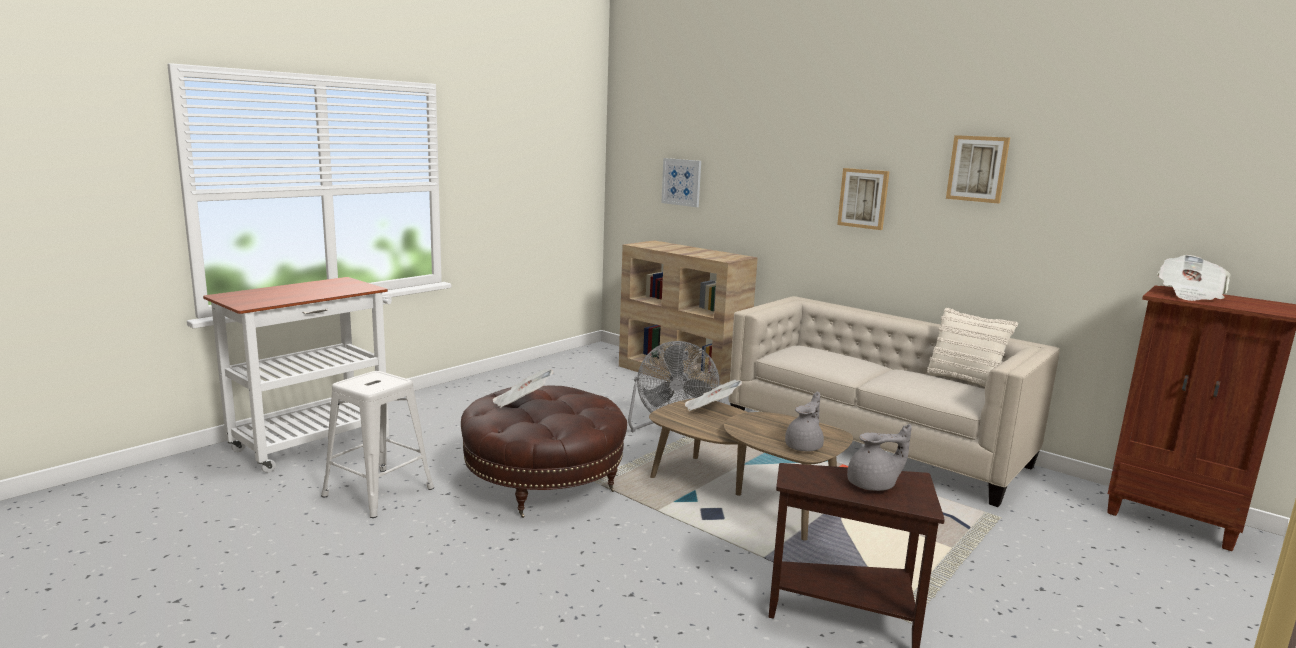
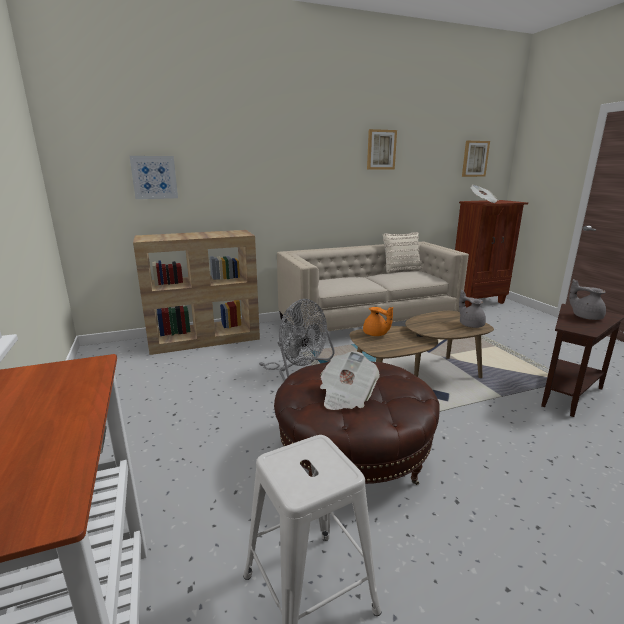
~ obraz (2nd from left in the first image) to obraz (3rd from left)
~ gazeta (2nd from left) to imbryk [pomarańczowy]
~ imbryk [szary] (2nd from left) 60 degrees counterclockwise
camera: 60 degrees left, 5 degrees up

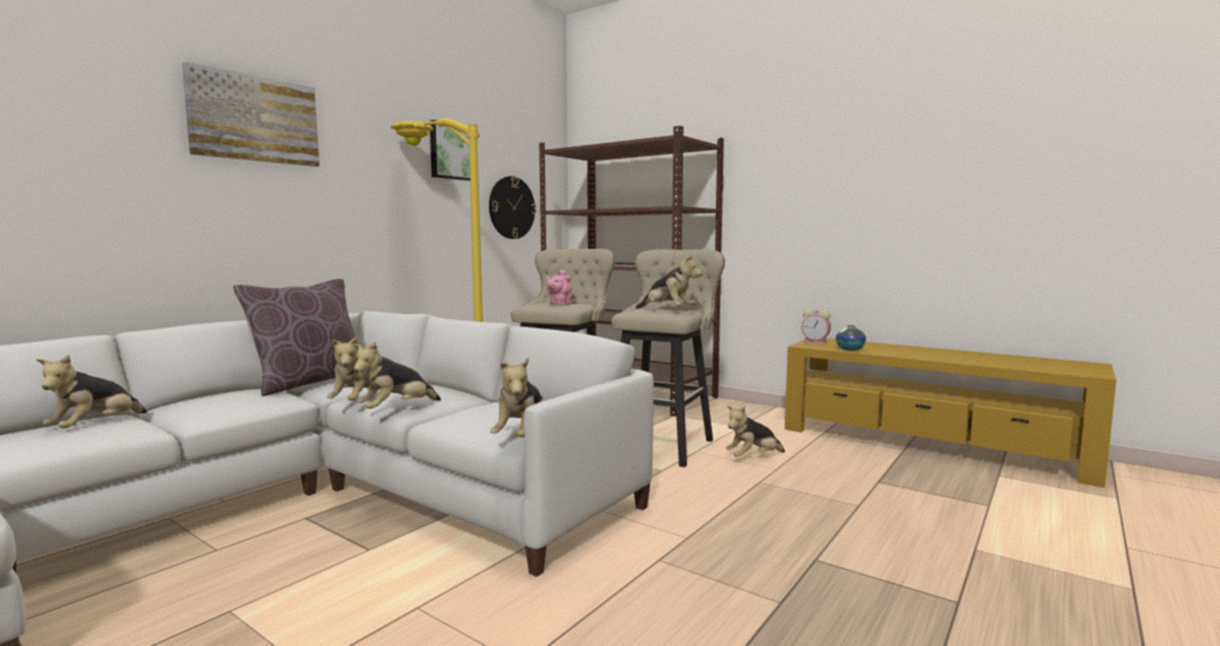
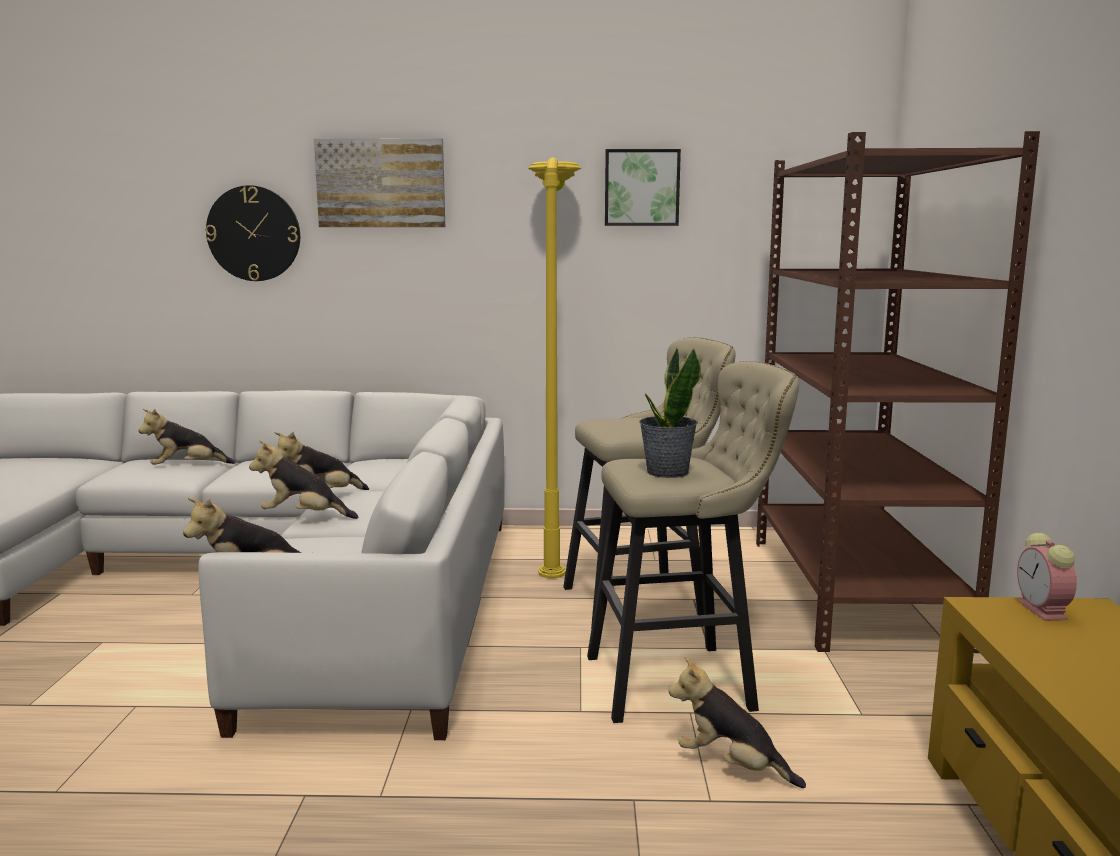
- poduszka [brązowy]
- imbryk [różowy]
- wazon
~ zegar ścienny
~ pluszak (5th from left) to roślina doniczkowa
camera: 55 degrees right, 5 degrees up

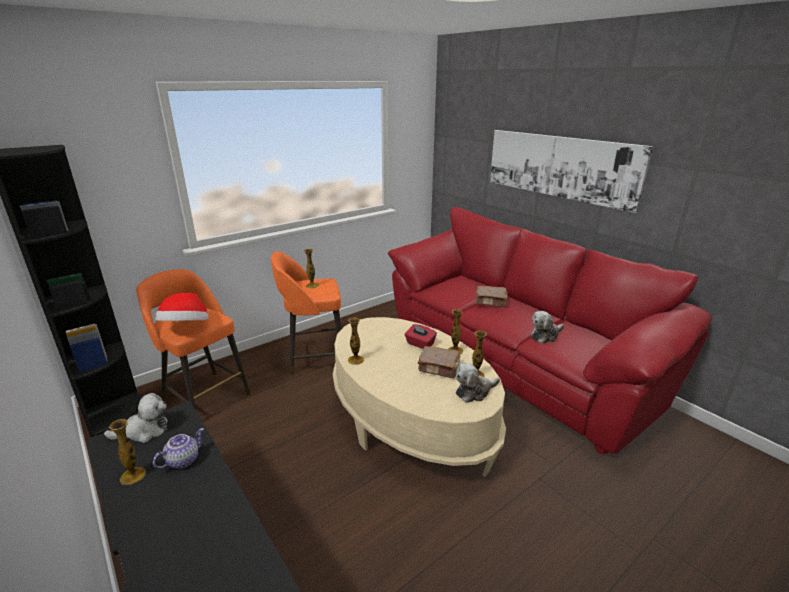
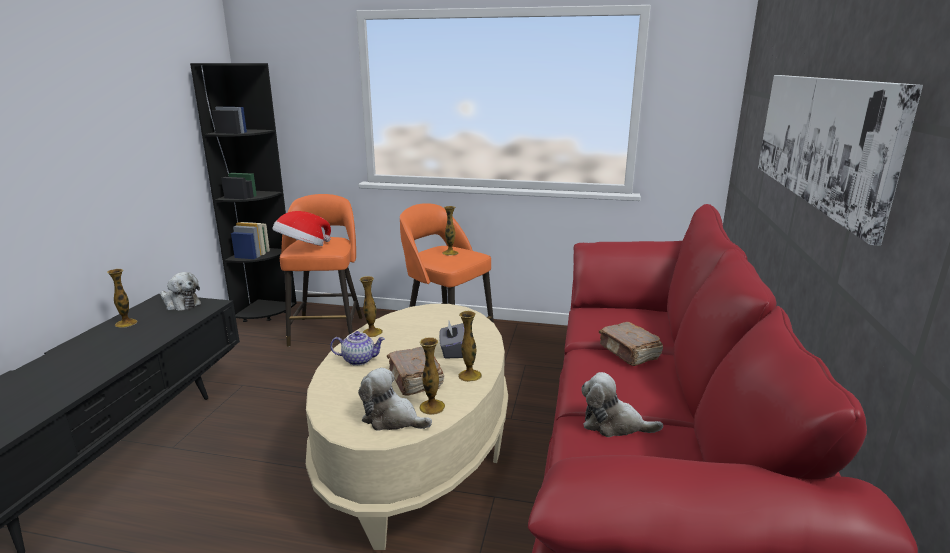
~ imbryk
~ pudełko chusteczek [czerwony] to pudełko chusteczek [szary]
camera: 50 degrees right, 5 degrees down

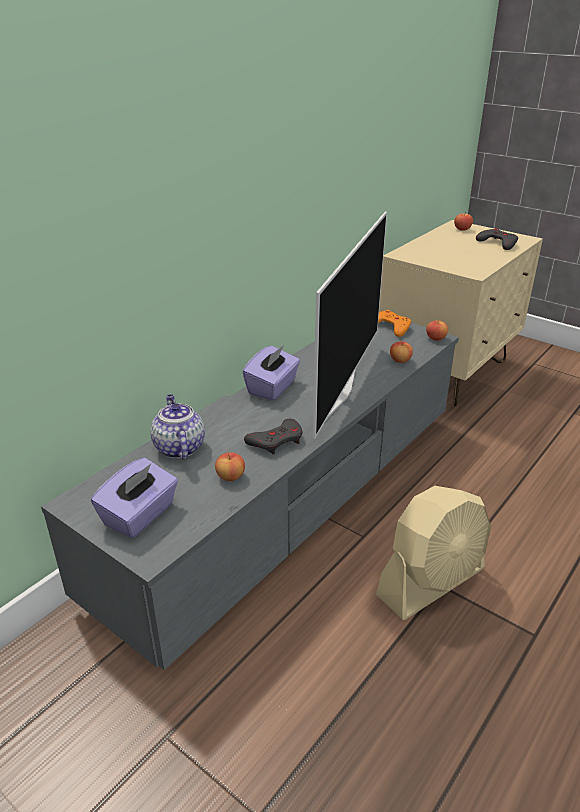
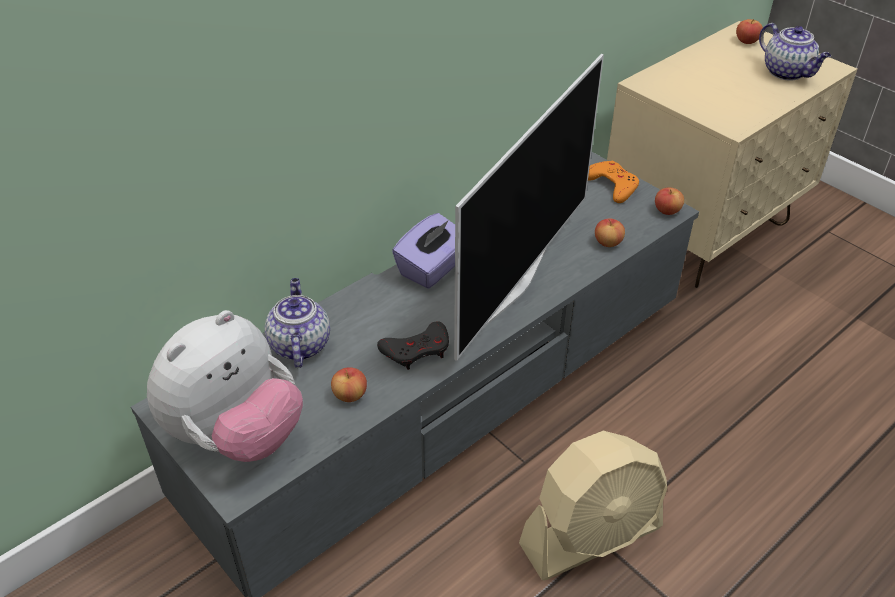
~ pudełko chusteczek [fioletowy] (1st from left) to pluszak
~ pad do gier [szary] (2nd from left) to imbryk (2nd from left)
camera: 10 degrees right, 10 degrees up

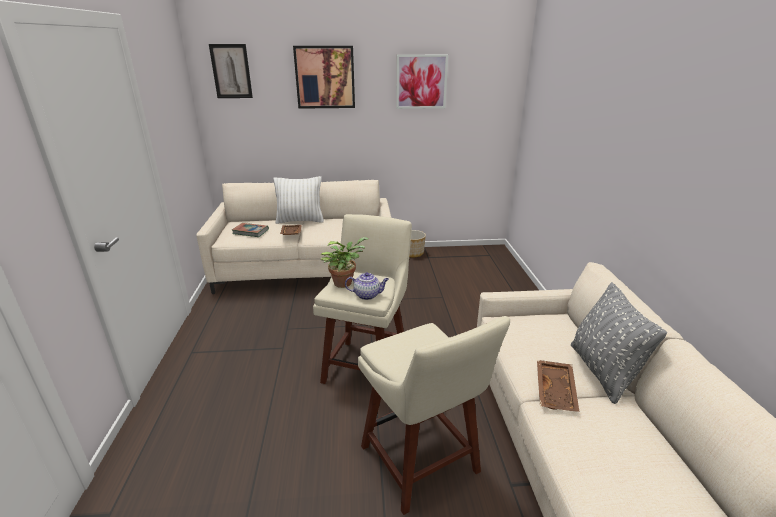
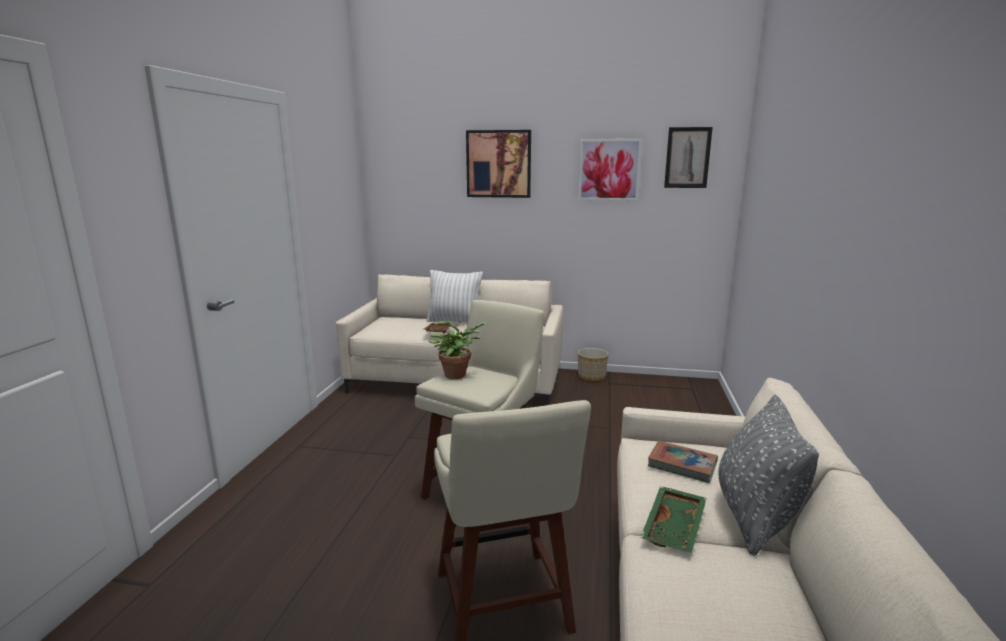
- imbryk
~ obraz (1st from left in the first image) to obraz (3rd from left)
~ książka
~ taca [brązowy] (2nd from left) to taca [zielony]
camera: 15 degrees right, 10 degrees down

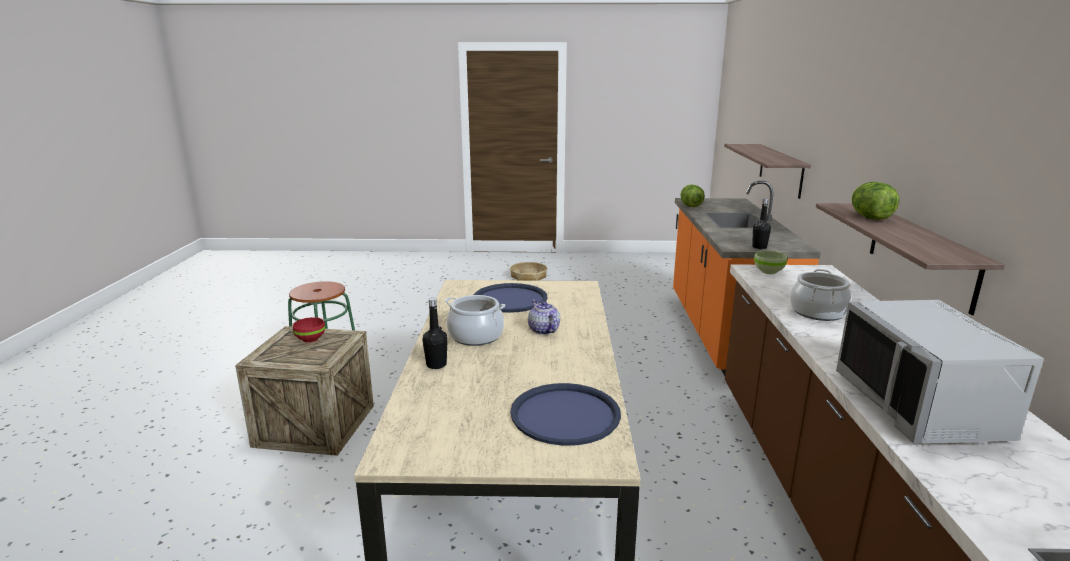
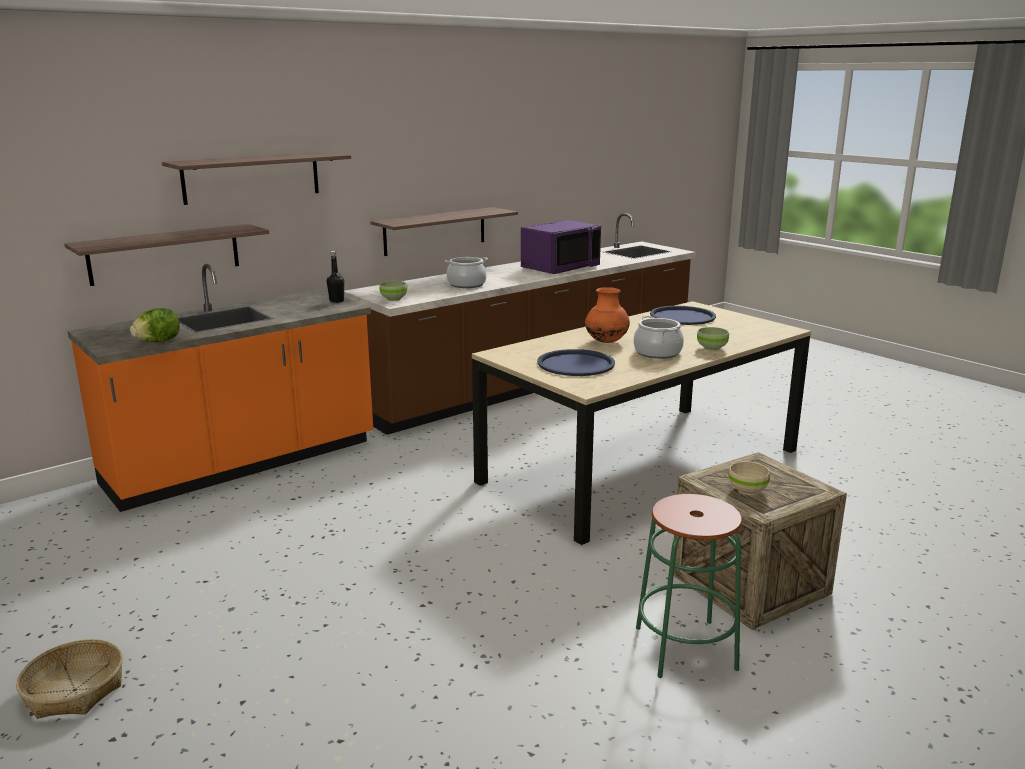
- sałata (2nd from left)
+ półka (2nd from left)
~ butelka [czarny] (1st from left) to miska [zielony] (2nd from left)
~ imbryk to wazon [pomarańczowy]
~ miska [czerwony] to miska [beżowy]
~ mikrofalówka [szary] to mikrofalówka [fioletowy]
camera: 130 degrees left, 0 degrees up

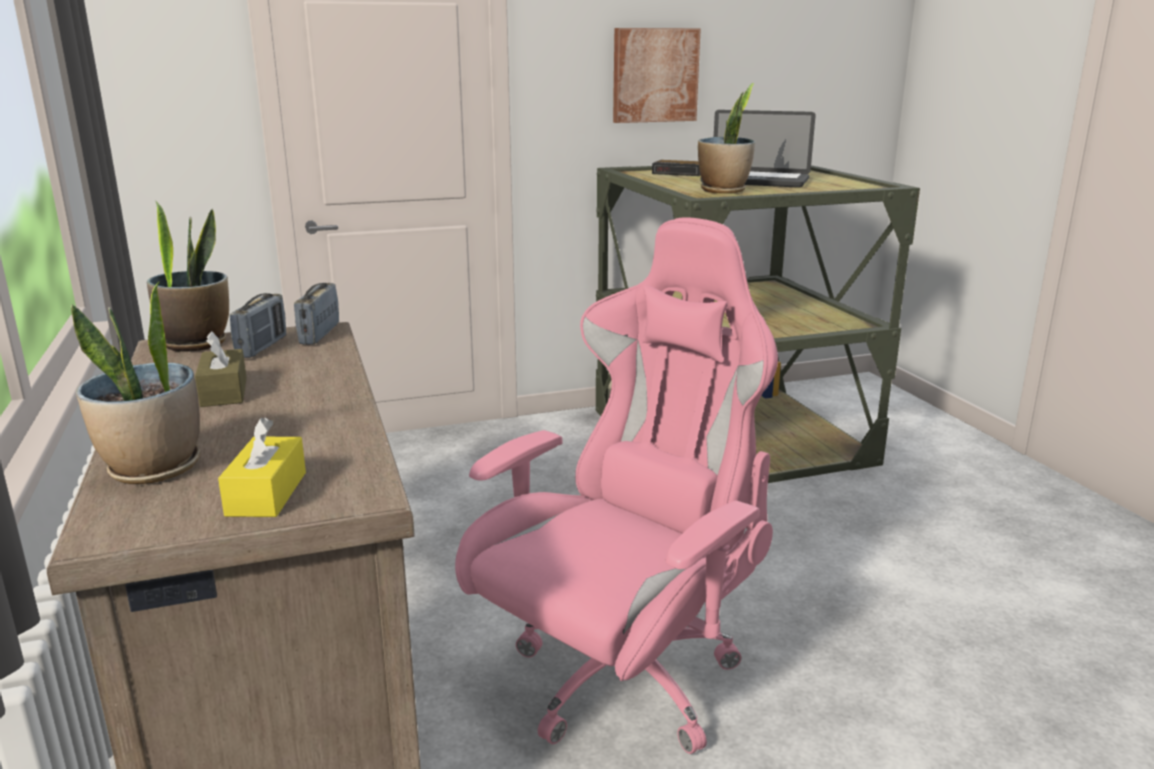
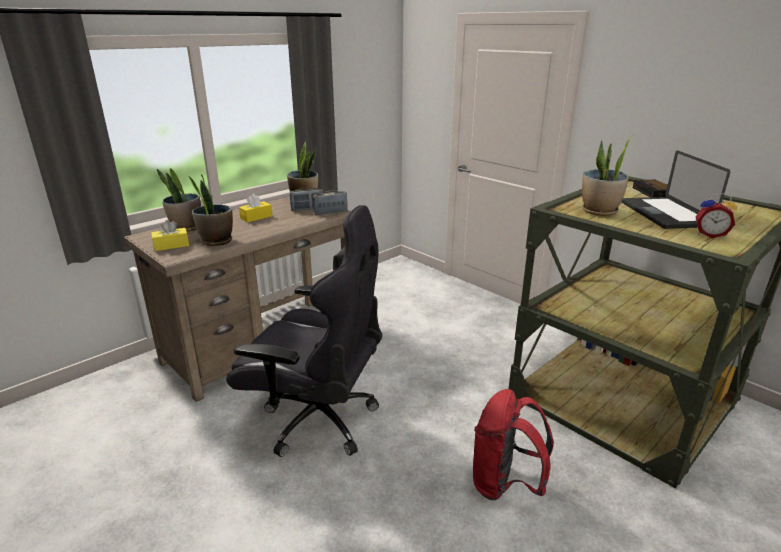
- obraz
+ roślina doniczkowa (2nd from left)
+ plecak [czerwony]
+ budzik (2nd from left)
~ pudełko chusteczek [brązowy] to pudełko chusteczek [żółty] (2nd from left)
~ krzesło biurowe [różowy] to krzesło biurowe [czarny]
camera: 65 degrees right, 5 degrees up

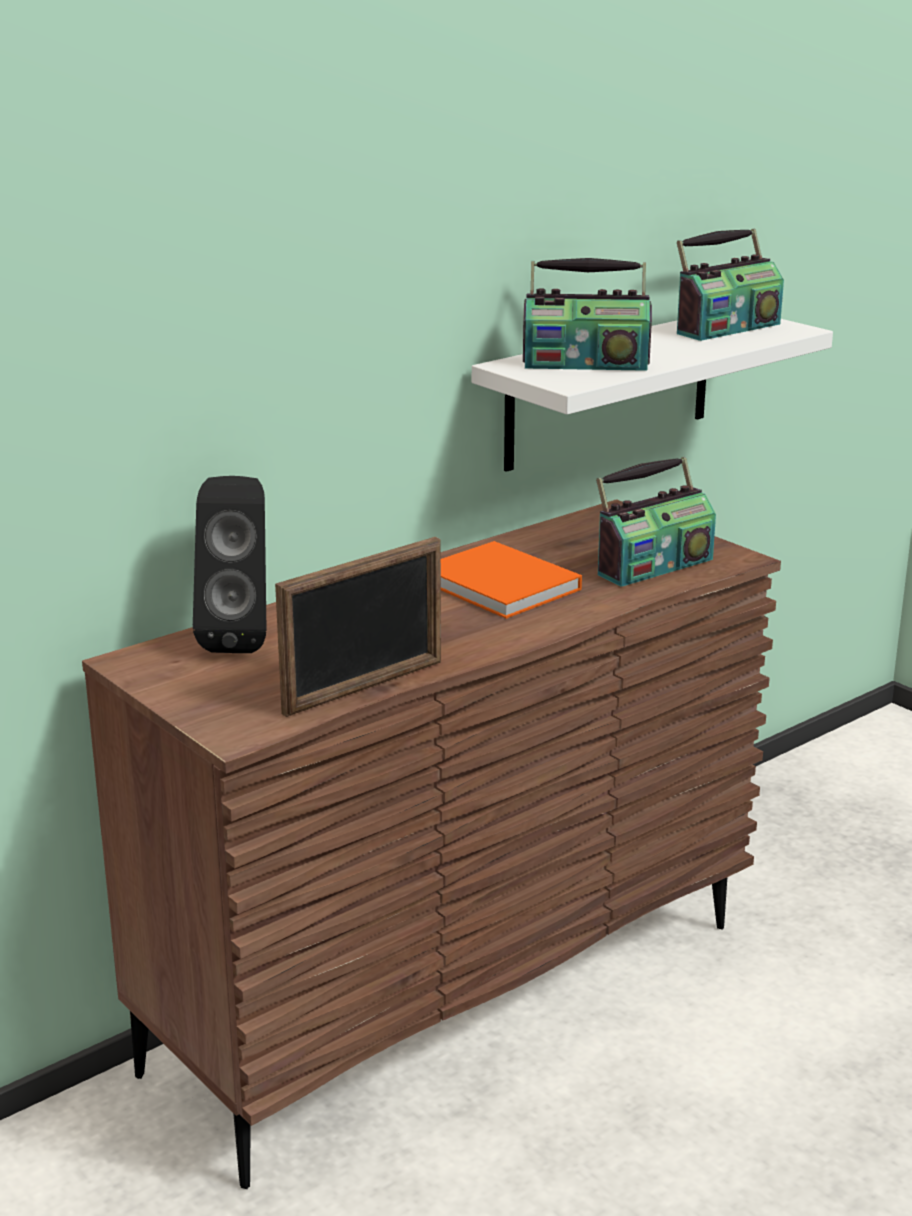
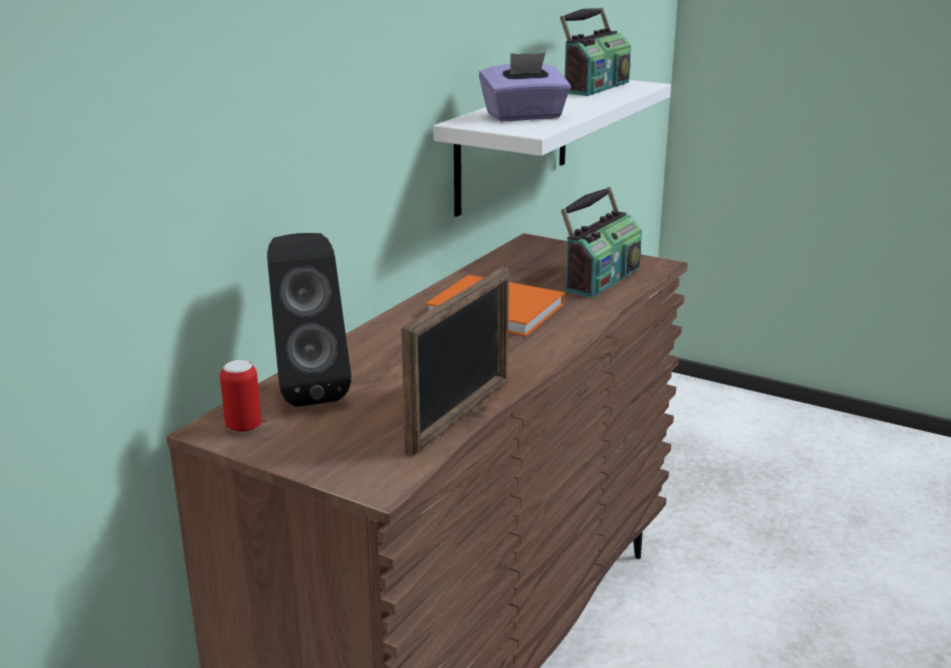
+ puszka
~ radio (1st from left) to pudełko chusteczek [fioletowy]
camera: 20 degrees left, 0 degrees up

